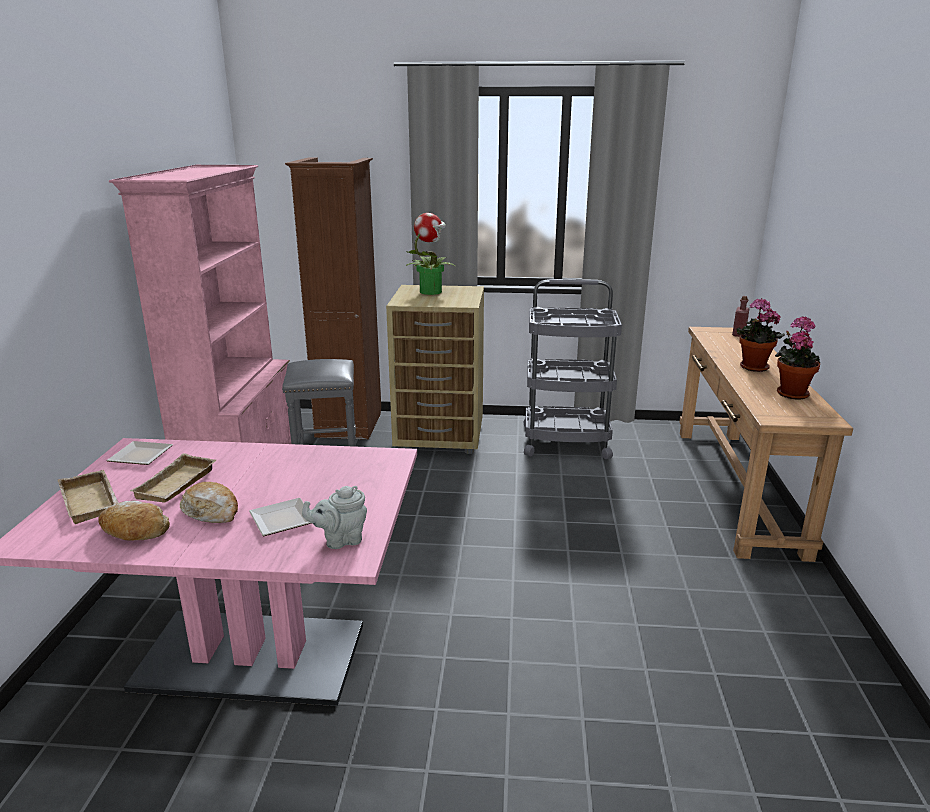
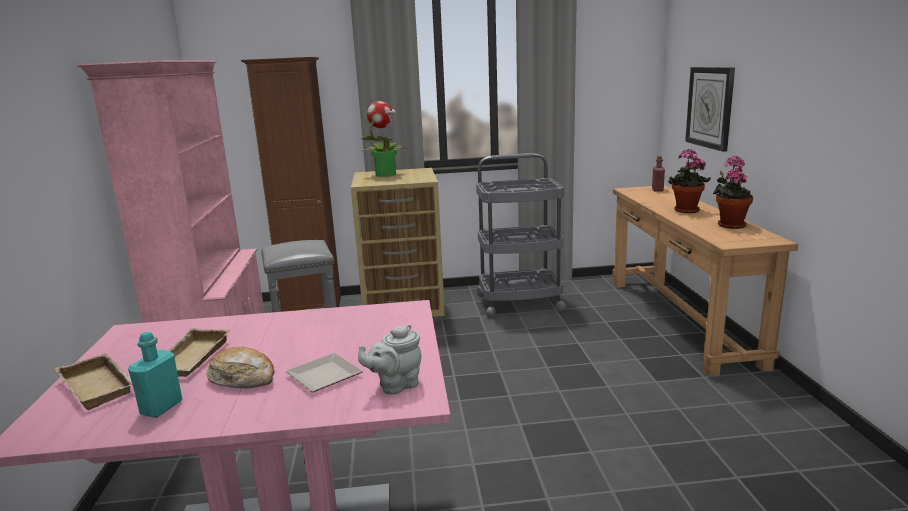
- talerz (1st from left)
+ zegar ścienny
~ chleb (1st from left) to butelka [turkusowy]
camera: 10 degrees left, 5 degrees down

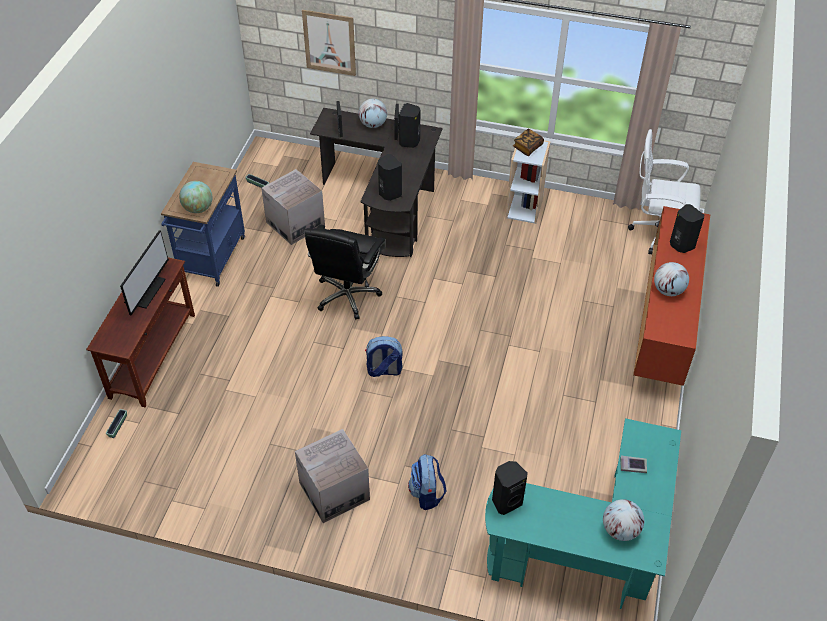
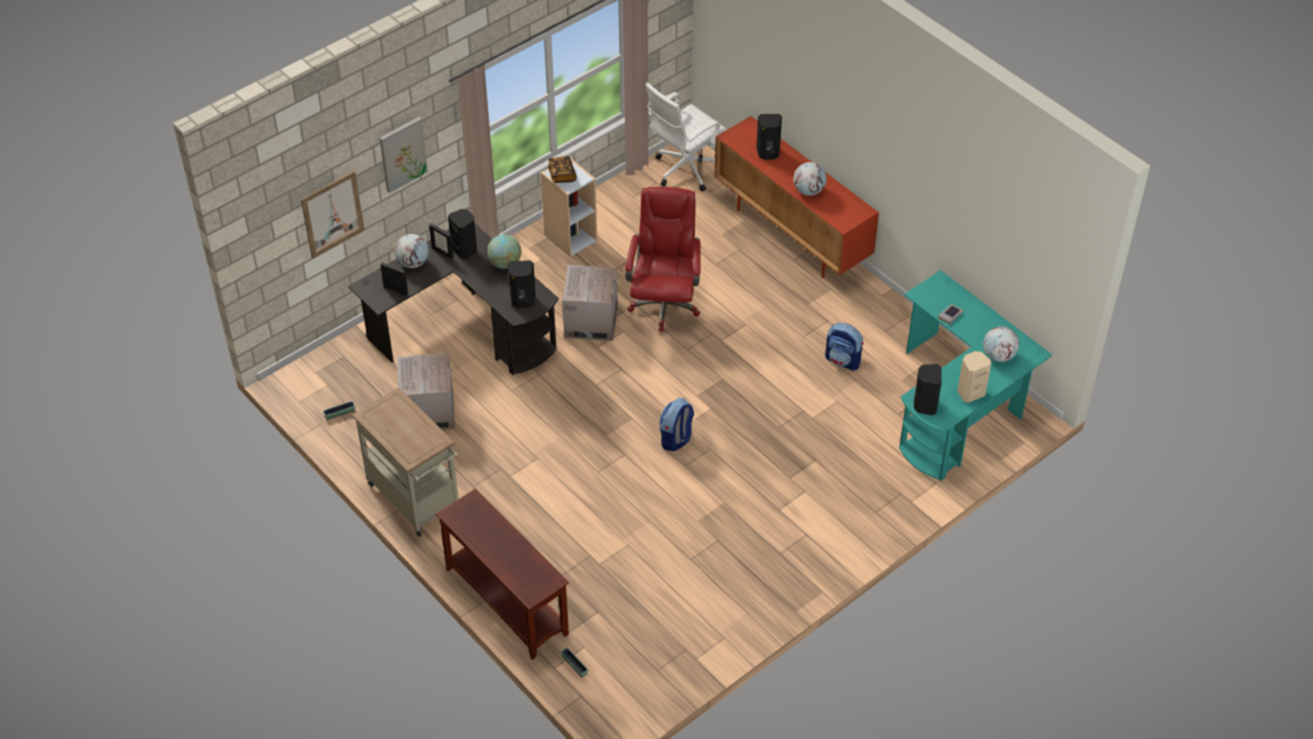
- monitor
- krzesło biurowe [czarny]
+ obraz (2nd from left)
+ krzesło biurowe [czerwony]
+ głośnik [beżowy]
~ globus (1st from left in the first image) to globus (2nd from left)
~ karton (2nd from left)
~ plecak (2nd from left)
~ wózek [niebieski] to wózek [beżowy]
camera: 55 degrees left, 0 degrees up

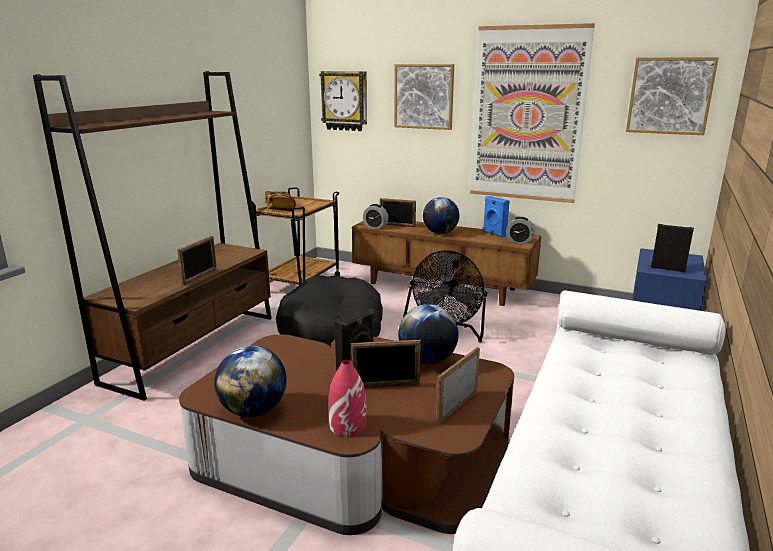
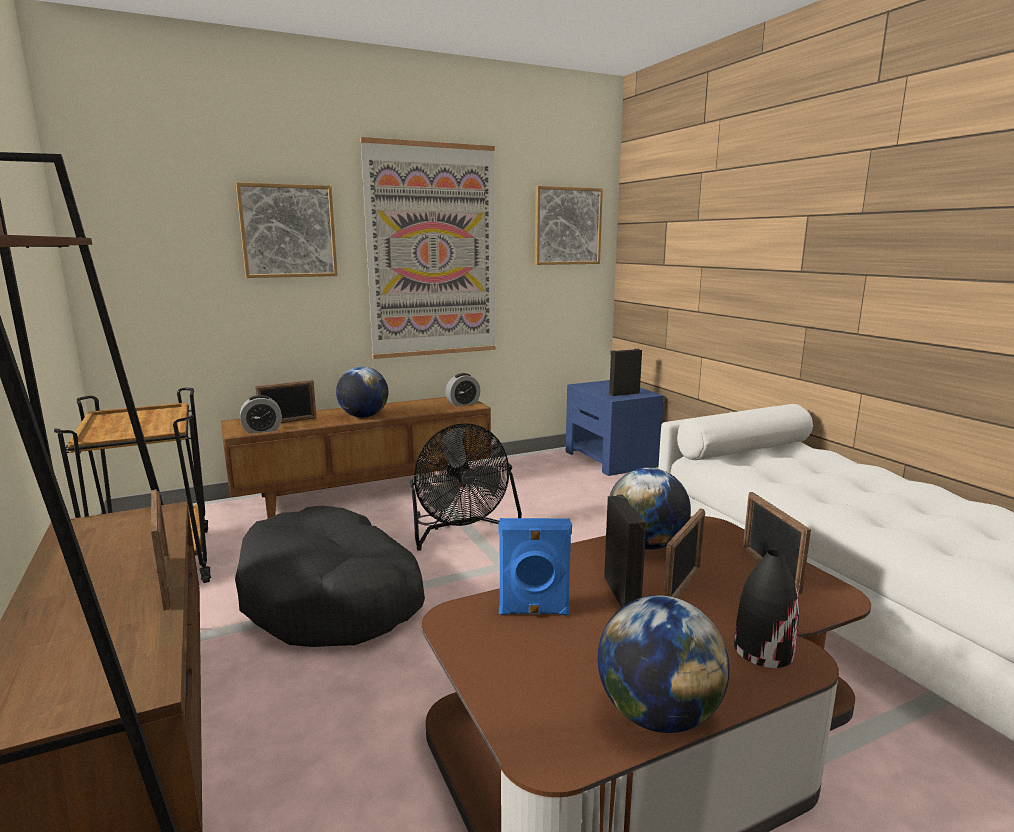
- książka
- zegar ścienny
~ głośnik [niebieski]
~ wazon [czerwony] to wazon [czarny]
camera: 50 degrees left, 5 degrees down

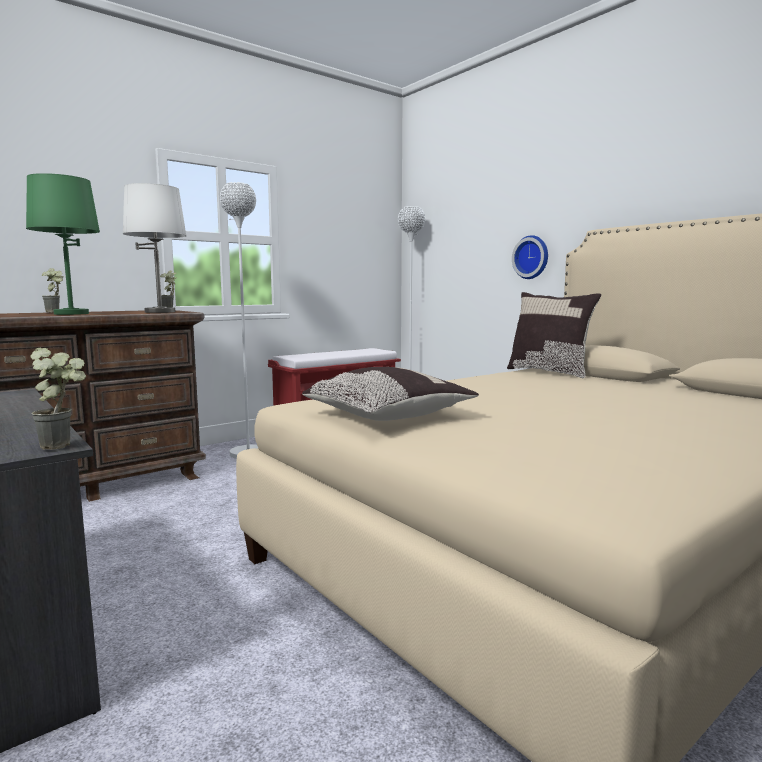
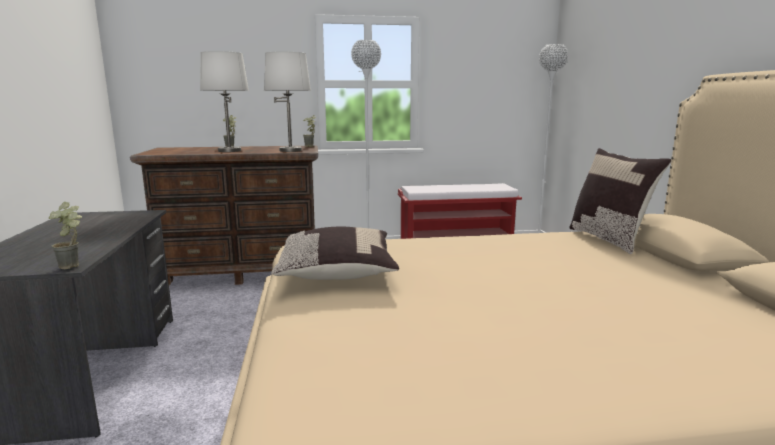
- zegar ścienny
~ lampa stołowa [zielony] to lampa stołowa [biały] (1st from left)
camera: 30 degrees right, 5 degrees up

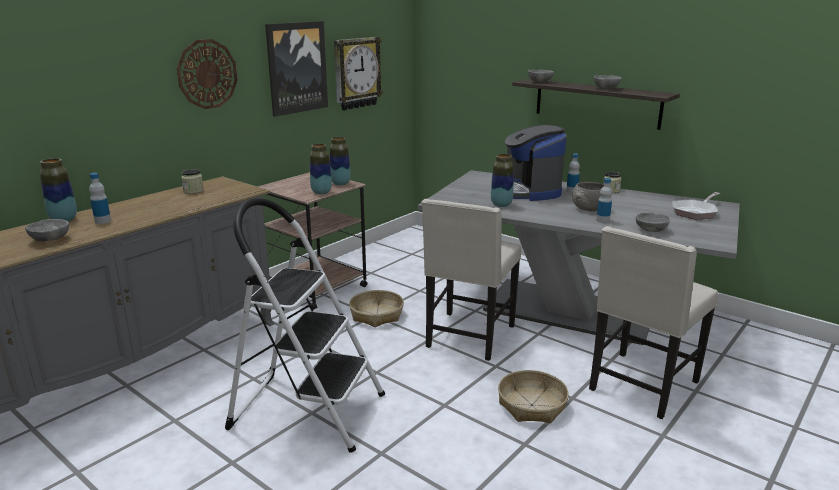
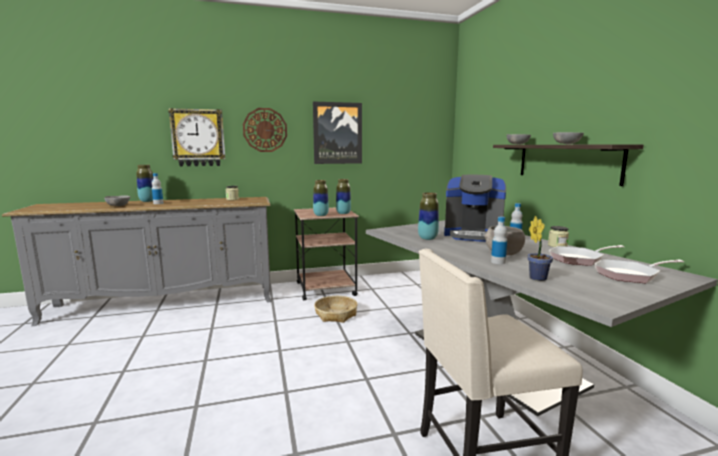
- drabinka
- krzesło [beżowy] (1st from left)
- koszyk (2nd from left)
+ patelnia (1st from left)
~ zegar ścienny (2nd from left in the first image) to zegar ścienny (1st from left)
~ miska [szary] (5th from left) to roślina doniczkowa
~ ekspres do kawy 90 degrees counterclockwise
camera: 35 degrees right, 10 degrees down

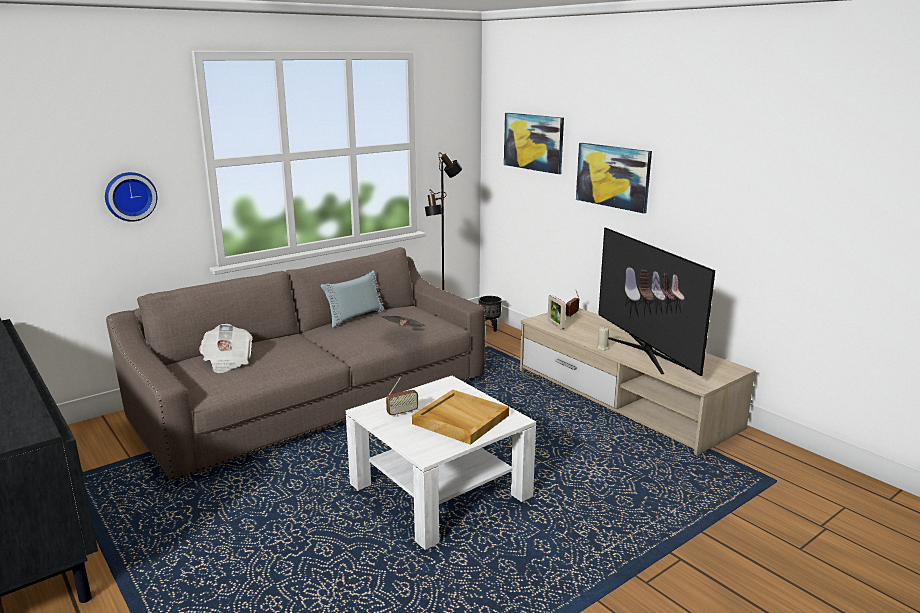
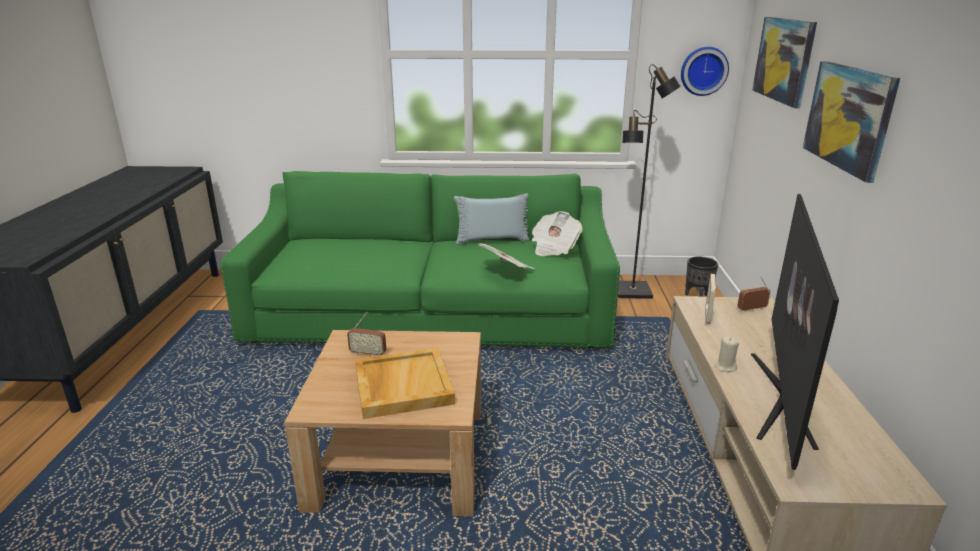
~ zegar ścienny
~ gazeta (1st from left in the first image) to gazeta (2nd from left)
~ kanapa [brązowy] to kanapa [zielony]
~ ława [biały] to ława [brązowy]
camera: 40 degrees right, 5 degrees up

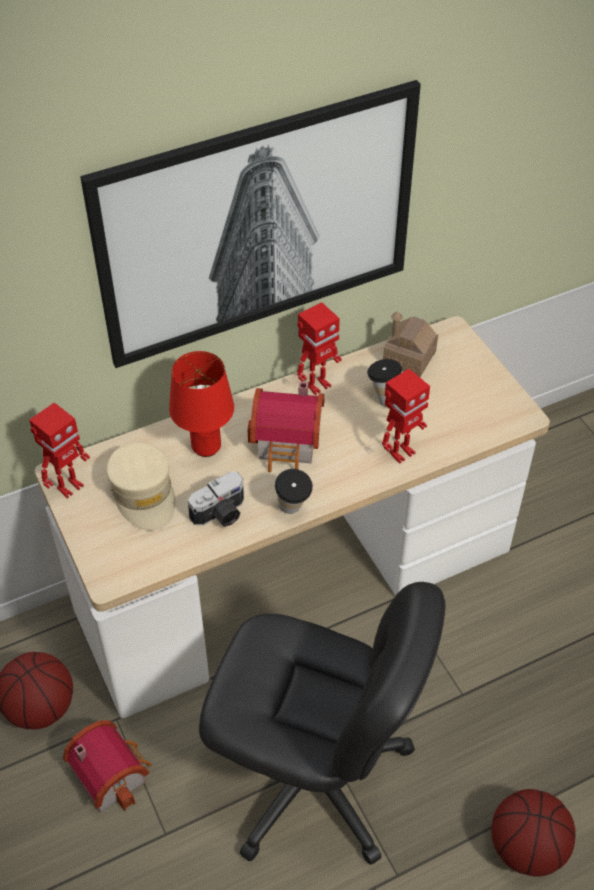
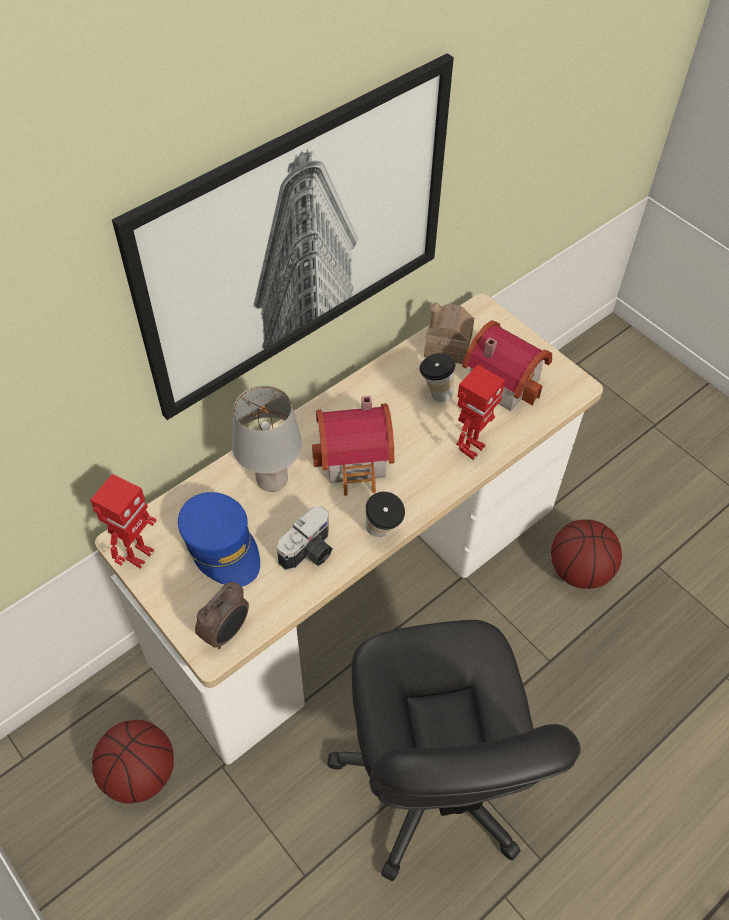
- robot zabawkowy (2nd from left)
+ budzik
~ domek (1st from left in the first image) to domek (3rd from left)
~ piłka do koszykówki (2nd from left)
~ czapka z daszkiem [beżowy] to czapka z daszkiem [niebieski]
~ lampa stołowa [czerwony] to lampa stołowa [szary]
~ krzesło biurowe [czarny] 75 degrees clockwise
camera: 15 degrees left, 5 degrees up

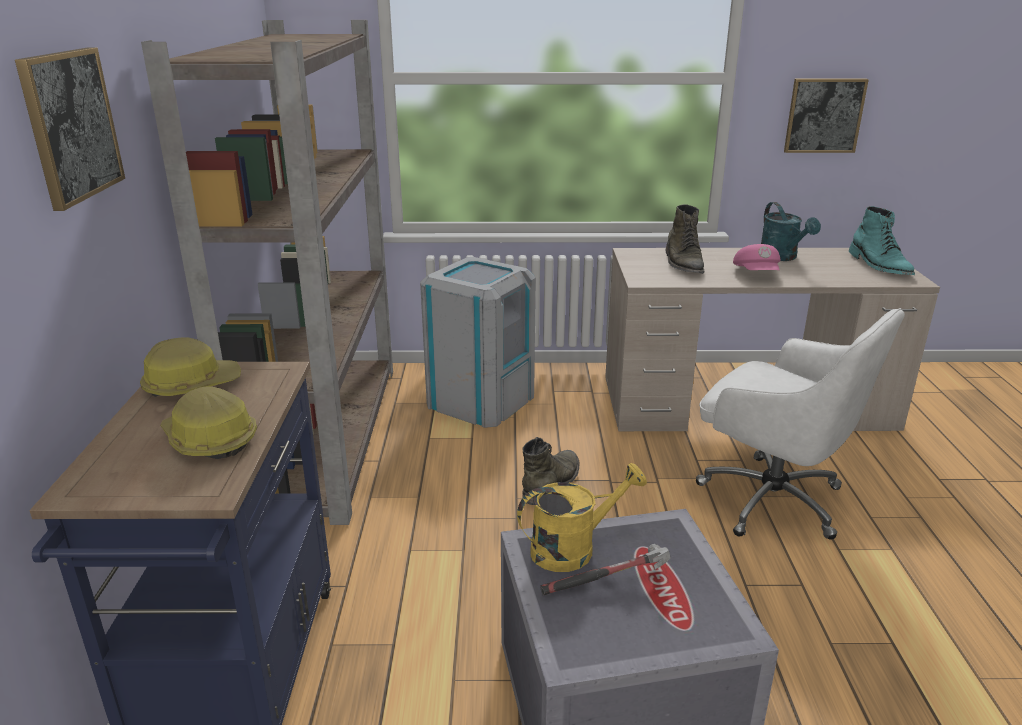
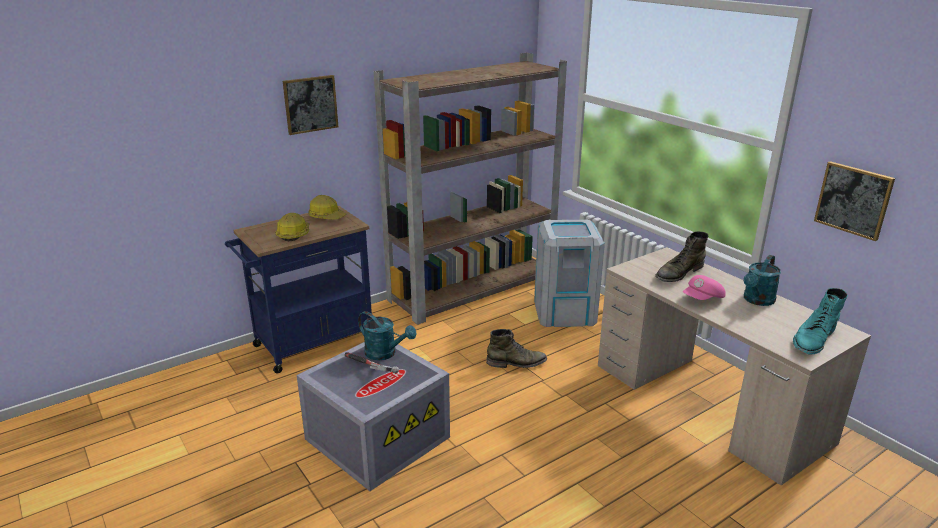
- krzesło biurowe [biały]
~ konewka [żółty] to konewka [turkusowy] (1st from left)
camera: 55 degrees right, 0 degrees up

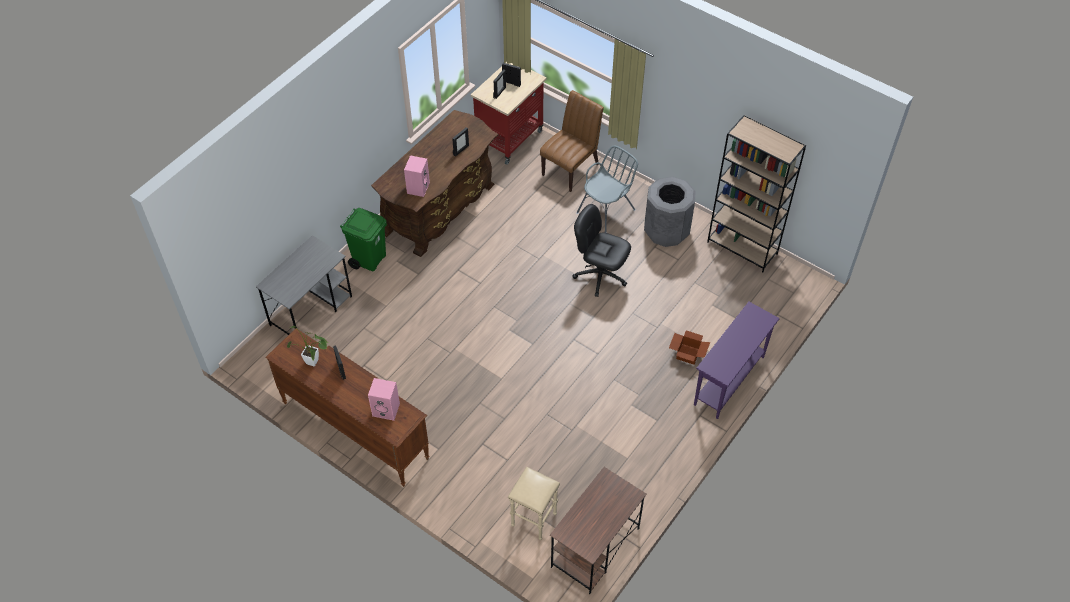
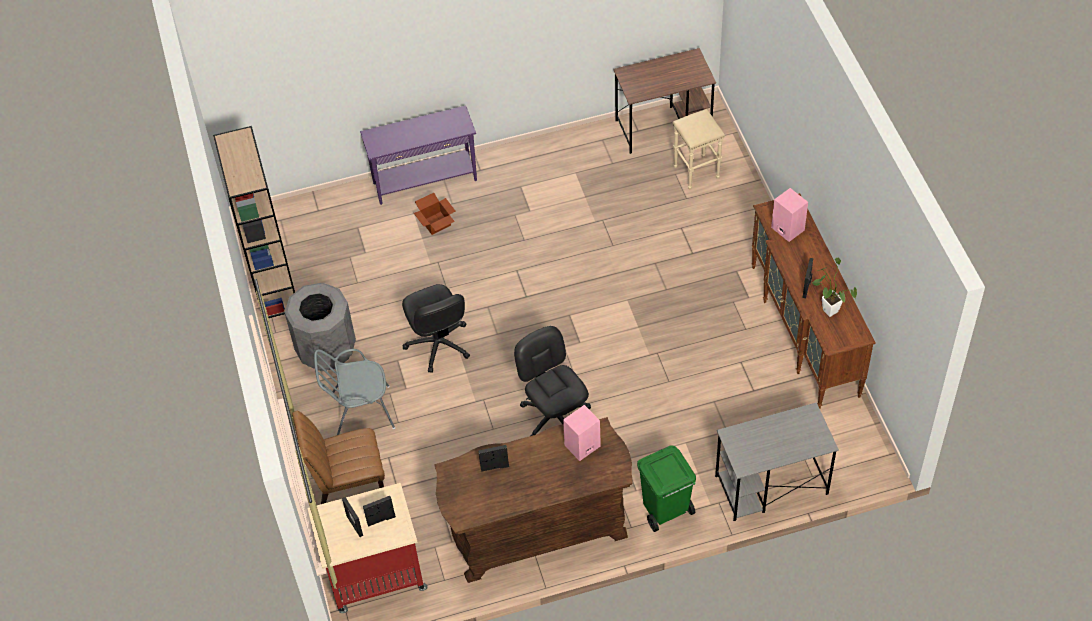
+ krzesło biurowe [czarny] (2nd from left)
camera: 140 degrees left, 0 degrees up

